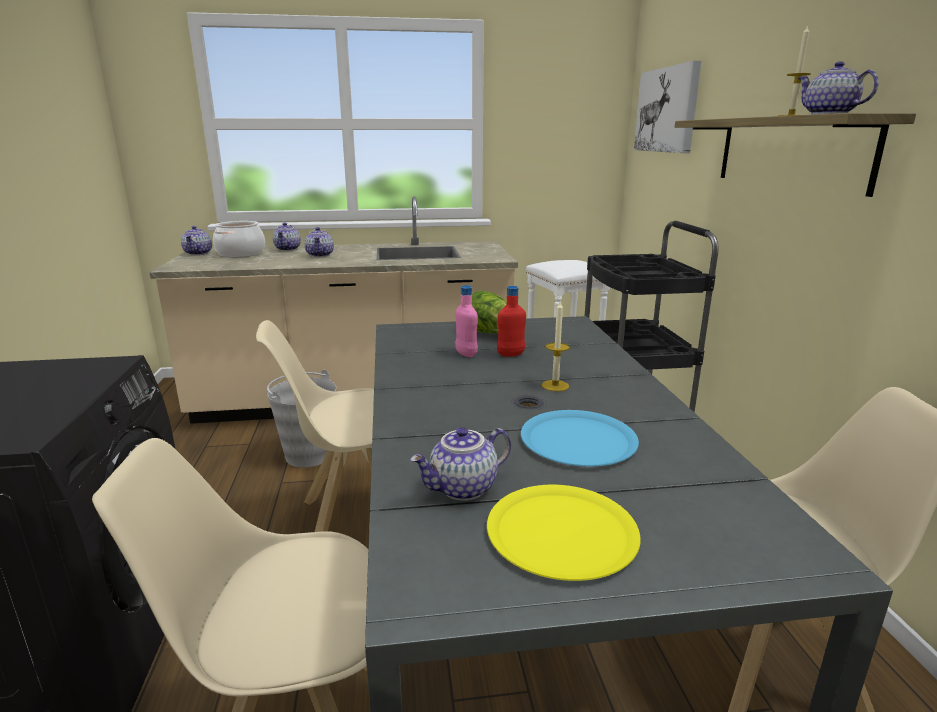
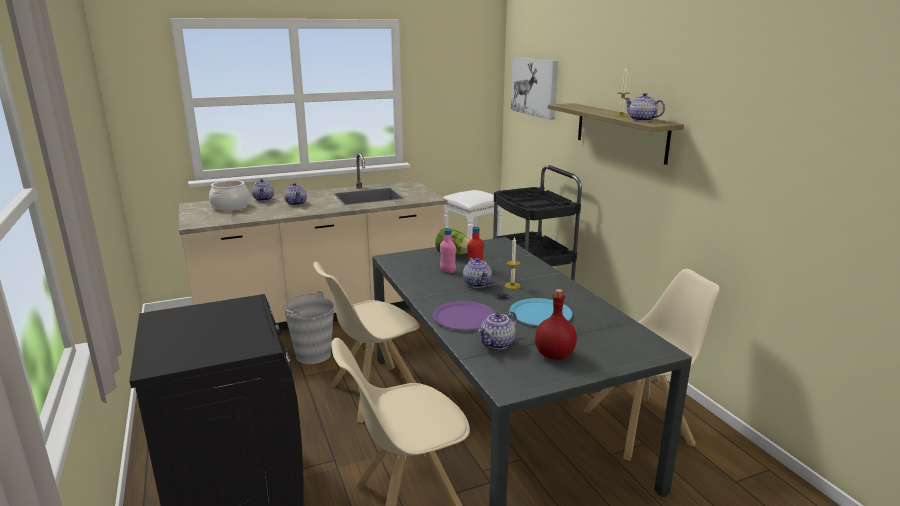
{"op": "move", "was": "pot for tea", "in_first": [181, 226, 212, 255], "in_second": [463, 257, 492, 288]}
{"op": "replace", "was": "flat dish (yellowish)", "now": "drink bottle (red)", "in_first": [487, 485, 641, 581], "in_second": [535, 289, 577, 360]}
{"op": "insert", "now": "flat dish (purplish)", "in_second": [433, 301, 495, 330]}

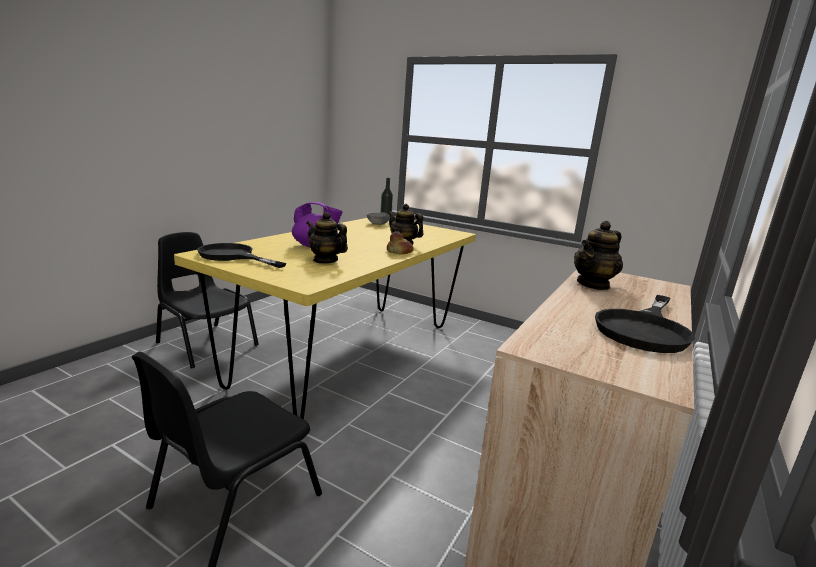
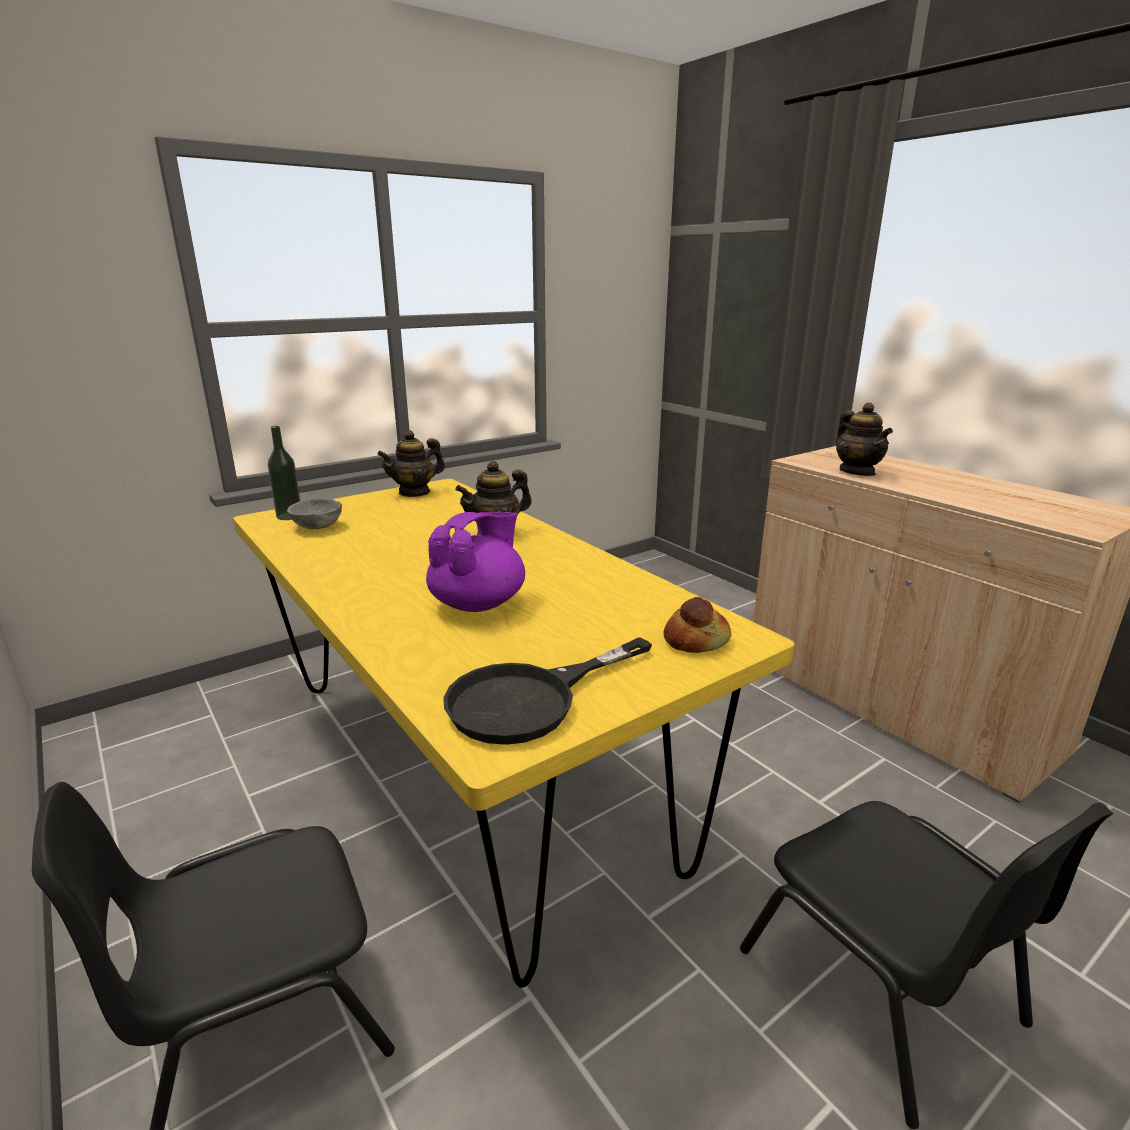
{"op": "move", "was": "pot for tea", "in_first": [306, 212, 348, 264], "in_second": [377, 430, 445, 497]}
{"op": "move", "was": "bread", "in_first": [387, 231, 414, 254], "in_second": [664, 597, 731, 653]}
{"op": "delete", "was": "skillet (black)", "in_first": [595, 295, 695, 353]}

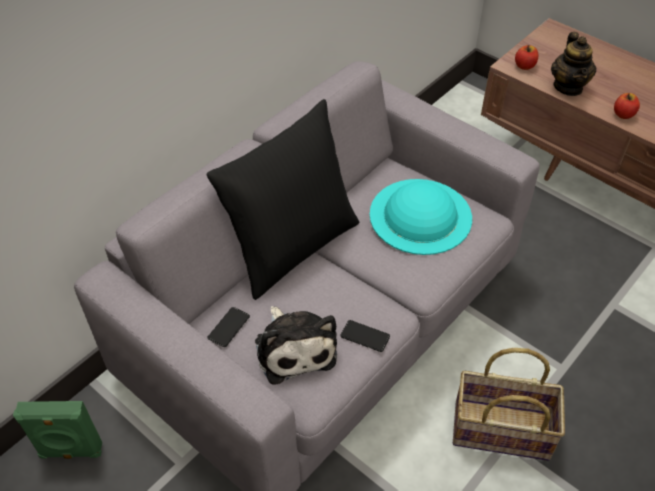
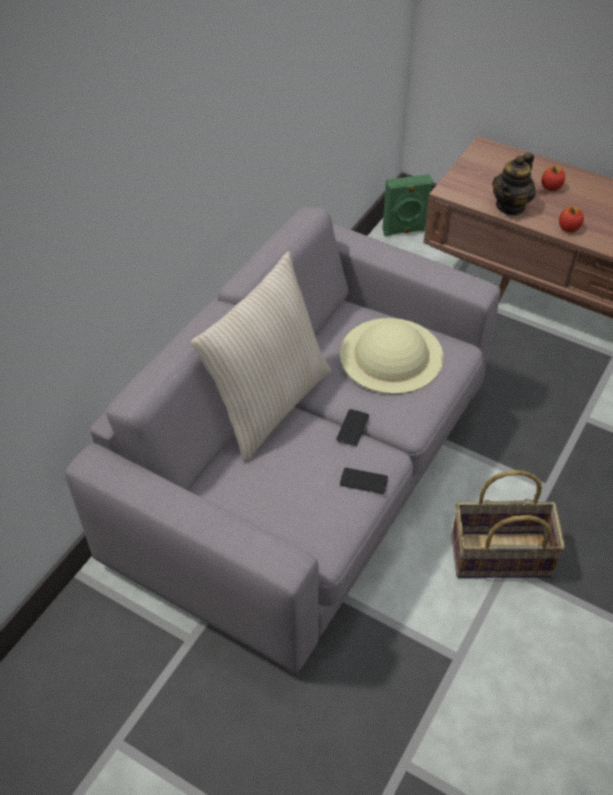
{"op": "move", "was": "speaker (green-coloured)", "in_first": [13, 401, 102, 459], "in_second": [383, 174, 433, 236]}
{"op": "recolor", "was": "throw pillow (black)", "now": "throw pillow (sand-coloured)", "in_first": [207, 99, 359, 300], "in_second": [191, 252, 331, 462]}
{"op": "move", "was": "handset", "in_first": [208, 307, 250, 347], "in_second": [336, 409, 369, 446]}
{"op": "delete", "was": "plush toy", "in_first": [255, 306, 337, 385]}
{"op": "recolor", "was": "hat (blue-green)", "now": "hat (sand-coloured)", "in_first": [370, 179, 472, 255], "in_second": [340, 318, 444, 394]}
{"op": "move", "was": "apple fruit", "in_first": [515, 45, 538, 70], "in_second": [541, 166, 565, 191]}
{"op": "rotate", "was": "pot for tea", "in_first": [551, 32, 597, 96], "in_second": [492, 153, 536, 216], "clockwise": 45}

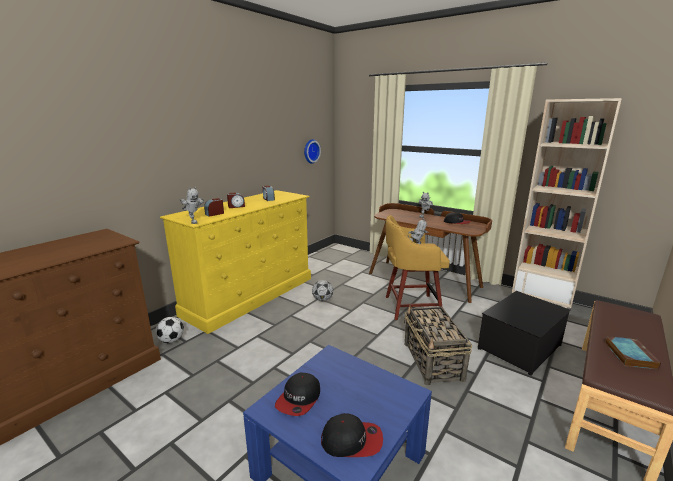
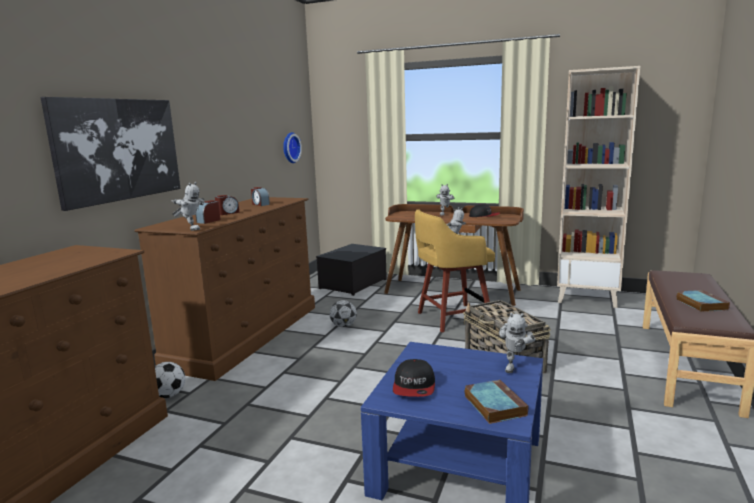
{"op": "recolor", "was": "chest of drawers (yellowish)", "now": "chest of drawers (brown)", "in_first": [160, 190, 311, 334], "in_second": [135, 197, 315, 381]}
{"op": "replace", "was": "baseball cap", "now": "bound book", "in_first": [321, 413, 383, 457], "in_second": [465, 379, 528, 424]}
{"op": "move", "was": "storage bin", "in_first": [478, 291, 571, 376], "in_second": [316, 244, 387, 296]}
{"op": "insert", "now": "wall art", "in_second": [41, 97, 181, 211]}
{"op": "insert", "now": "toy robot", "in_second": [499, 313, 536, 373]}

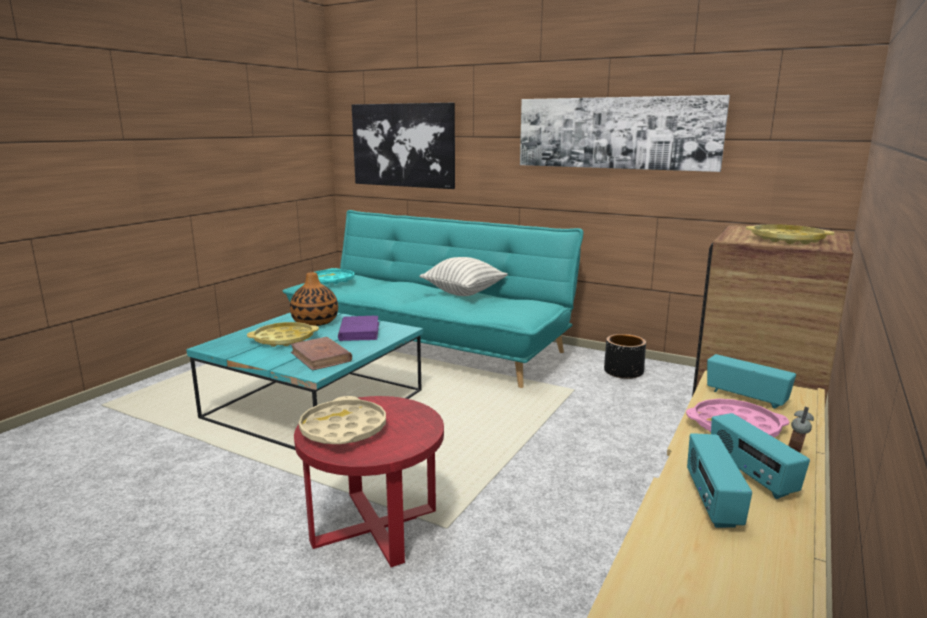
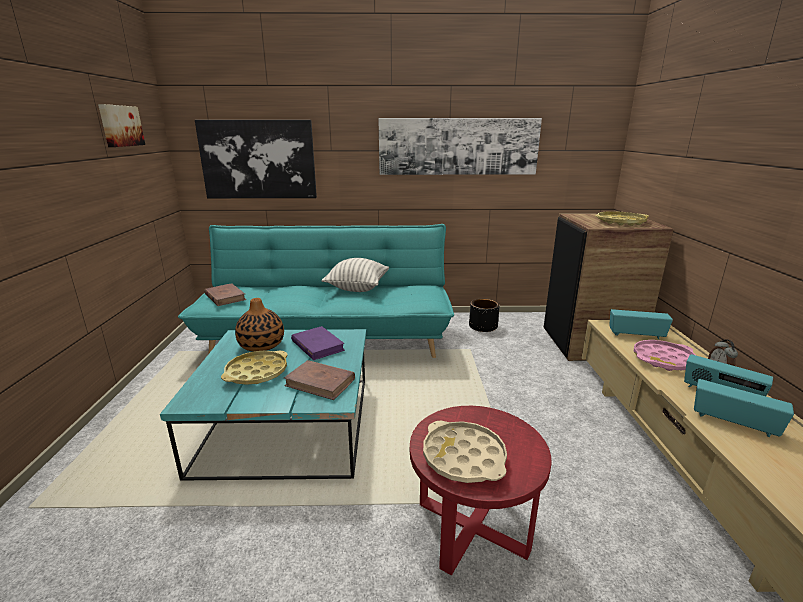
{"op": "replace", "was": "carrying tray (blue-green)", "now": "bound book (brown)", "in_first": [315, 268, 354, 284], "in_second": [204, 283, 246, 306]}
{"op": "rotate", "was": "radio", "in_first": [687, 433, 752, 528], "in_second": [694, 379, 794, 437], "clockwise": 150}
{"op": "insert", "now": "wall art", "in_second": [98, 104, 145, 147]}

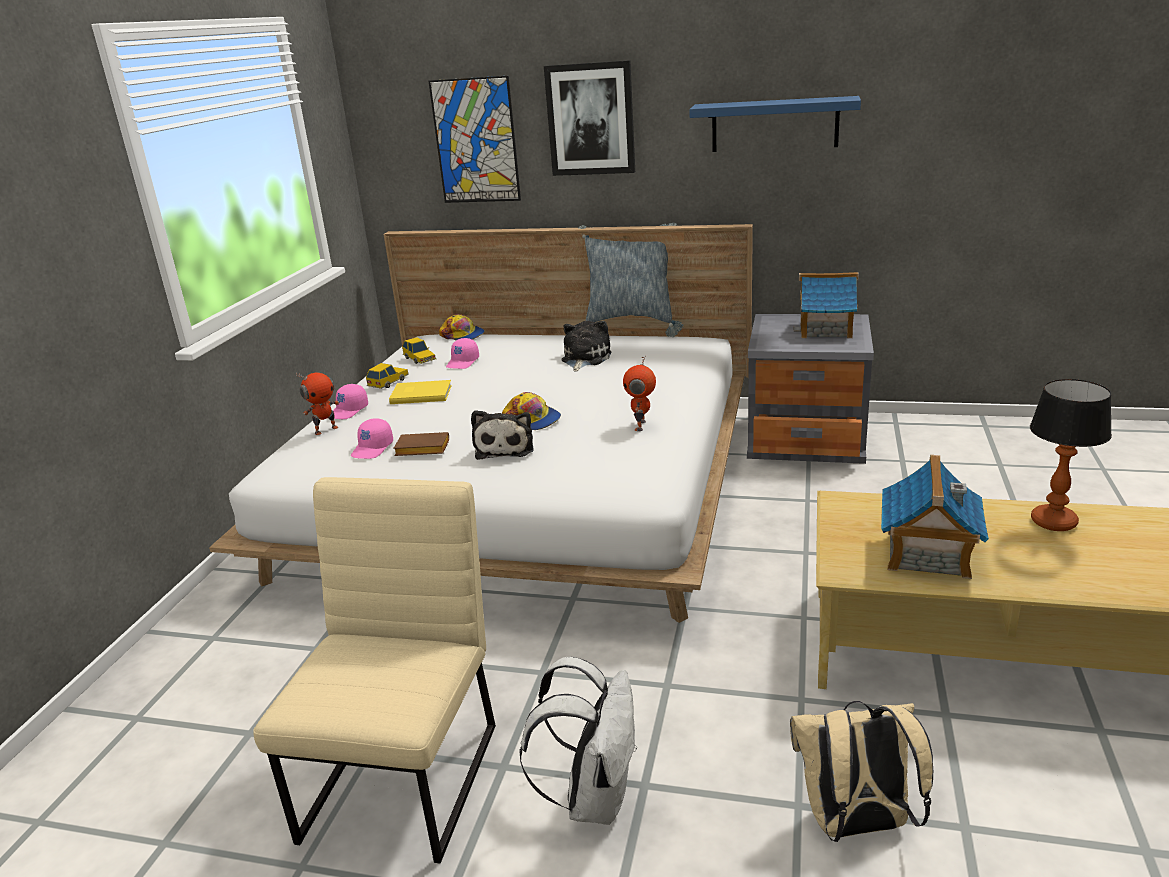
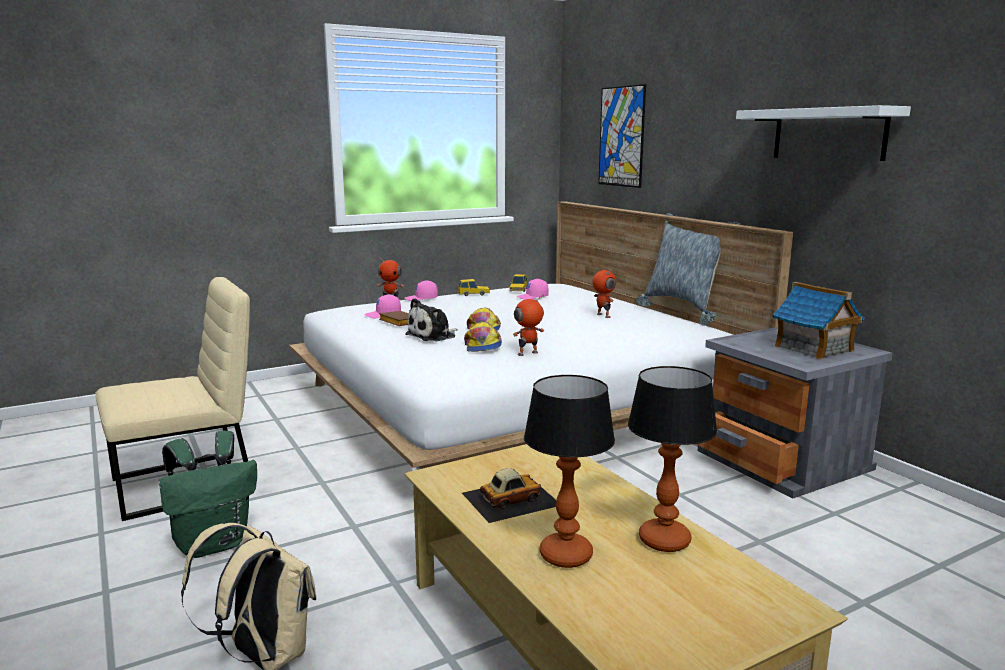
{"op": "delete", "was": "bound book (yellowish)", "in_first": [389, 380, 452, 404]}
{"op": "move", "was": "baseball cap", "in_first": [439, 314, 485, 340], "in_second": [464, 322, 502, 352]}
{"op": "recolor", "was": "knapsack (white-coloured)", "now": "knapsack (green-coloured)", "in_first": [519, 657, 637, 825], "in_second": [159, 430, 257, 558]}
{"op": "delete", "was": "wall art", "in_first": [544, 60, 635, 176]}
{"op": "replace", "was": "plush toy", "now": "toy robot", "in_first": [562, 321, 612, 372], "in_second": [592, 269, 616, 318]}
{"op": "recolor", "was": "bracket shelf (bluish)", "now": "bracket shelf (white-coloured)", "in_first": [689, 96, 861, 152], "in_second": [736, 105, 911, 161]}
{"op": "replace", "was": "toy house", "now": "model car", "in_first": [881, 455, 989, 579], "in_second": [462, 468, 556, 523]}
{"op": "insert", "now": "tabletop lamp", "in_second": [524, 375, 615, 568]}

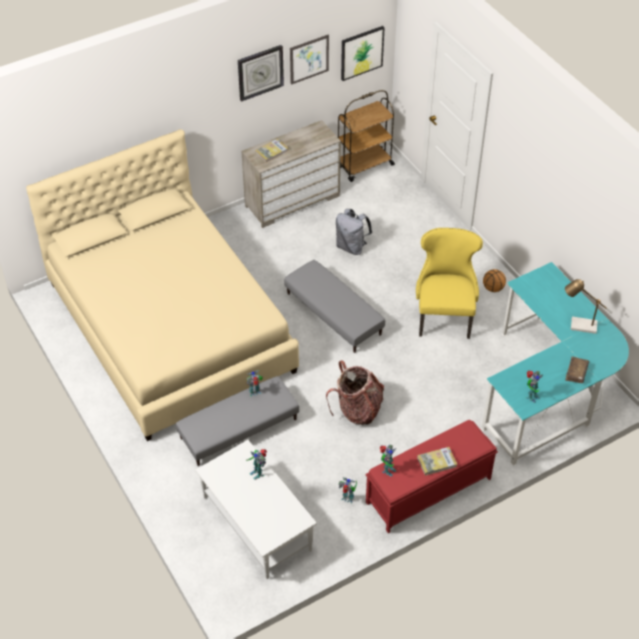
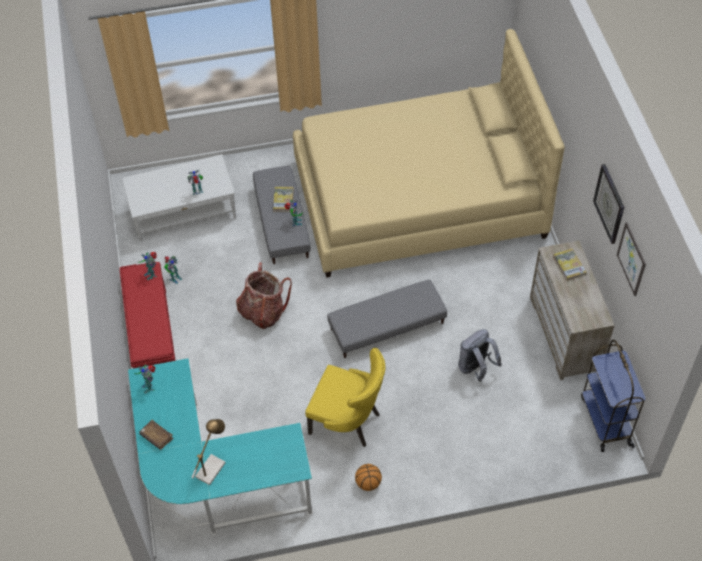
{"op": "recolor", "was": "wheeled cart (brown)", "now": "wheeled cart (bluish)", "in_first": [338, 90, 395, 182], "in_second": [581, 340, 646, 452]}
{"op": "delete", "was": "wall art", "in_first": [341, 26, 385, 81]}
{"op": "move", "was": "bound book", "in_first": [417, 447, 457, 476], "in_second": [273, 187, 294, 212]}

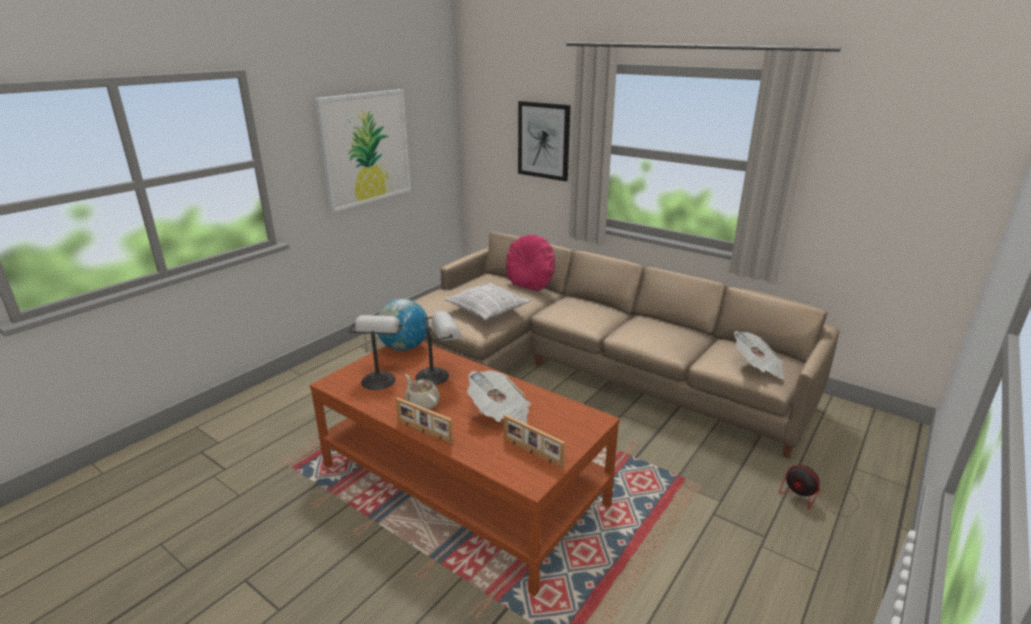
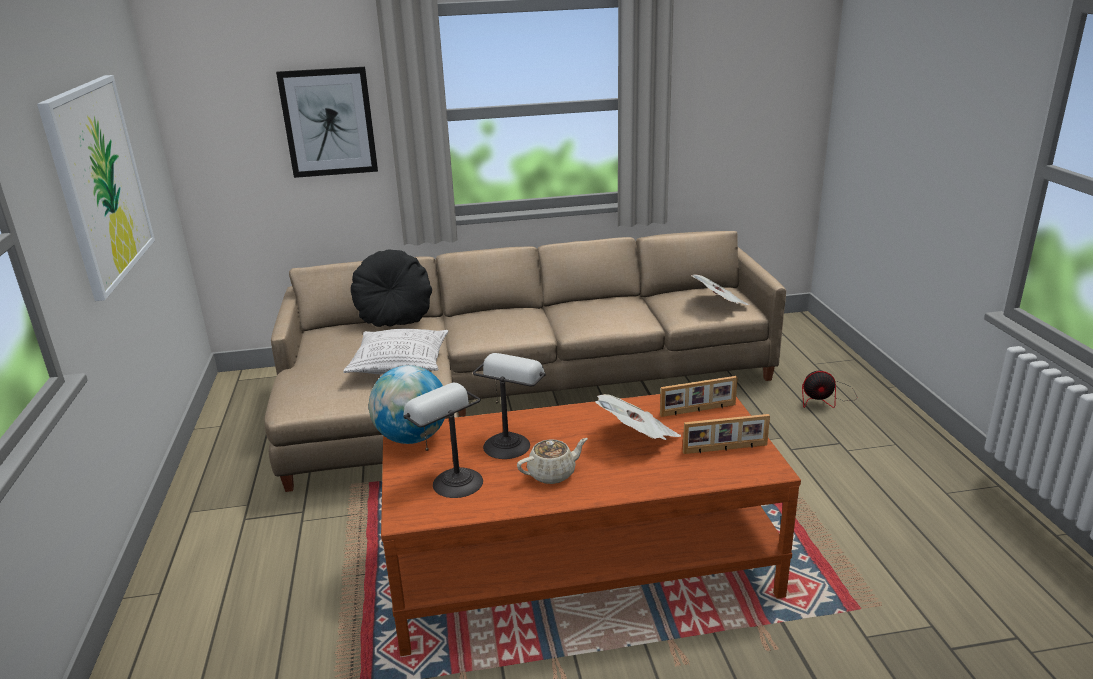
{"op": "move", "was": "picture frame", "in_first": [396, 397, 453, 444], "in_second": [660, 376, 738, 417]}
{"op": "rotate", "was": "pot for tea (sand-coloured)", "in_first": [404, 374, 440, 410], "in_second": [517, 438, 588, 484], "clockwise": 150}
{"op": "recolor", "was": "throw pillow (pink)", "now": "throw pillow (black)", "in_first": [506, 234, 555, 291], "in_second": [351, 250, 432, 327]}

